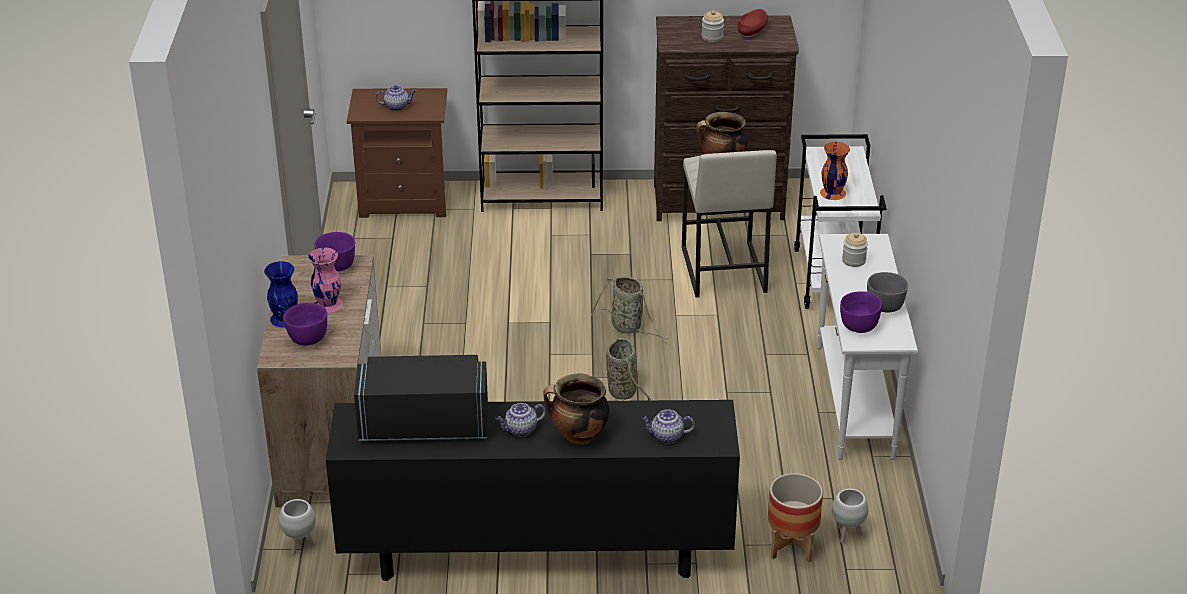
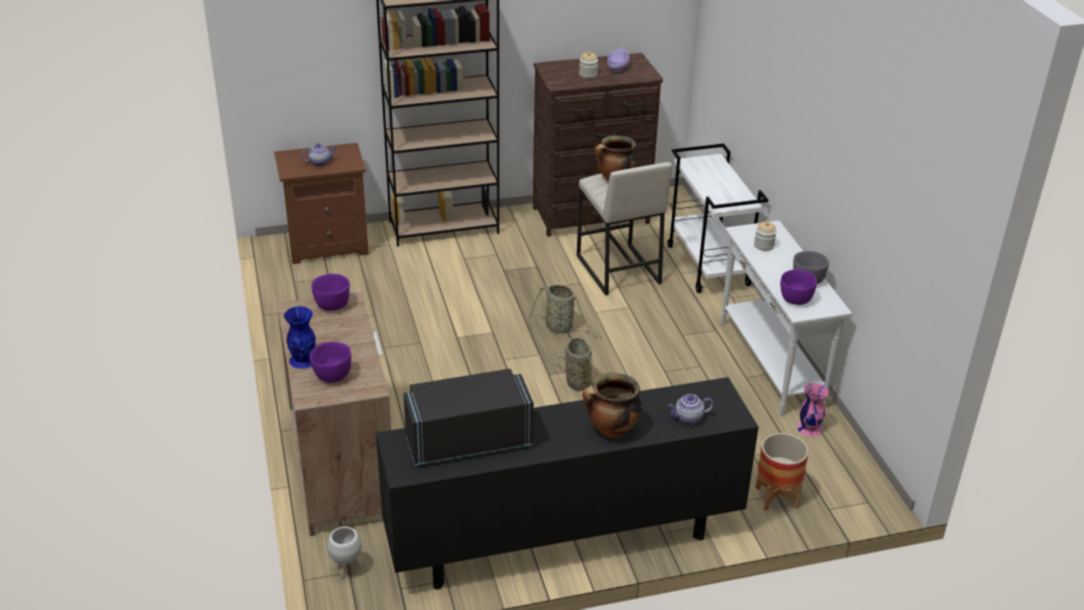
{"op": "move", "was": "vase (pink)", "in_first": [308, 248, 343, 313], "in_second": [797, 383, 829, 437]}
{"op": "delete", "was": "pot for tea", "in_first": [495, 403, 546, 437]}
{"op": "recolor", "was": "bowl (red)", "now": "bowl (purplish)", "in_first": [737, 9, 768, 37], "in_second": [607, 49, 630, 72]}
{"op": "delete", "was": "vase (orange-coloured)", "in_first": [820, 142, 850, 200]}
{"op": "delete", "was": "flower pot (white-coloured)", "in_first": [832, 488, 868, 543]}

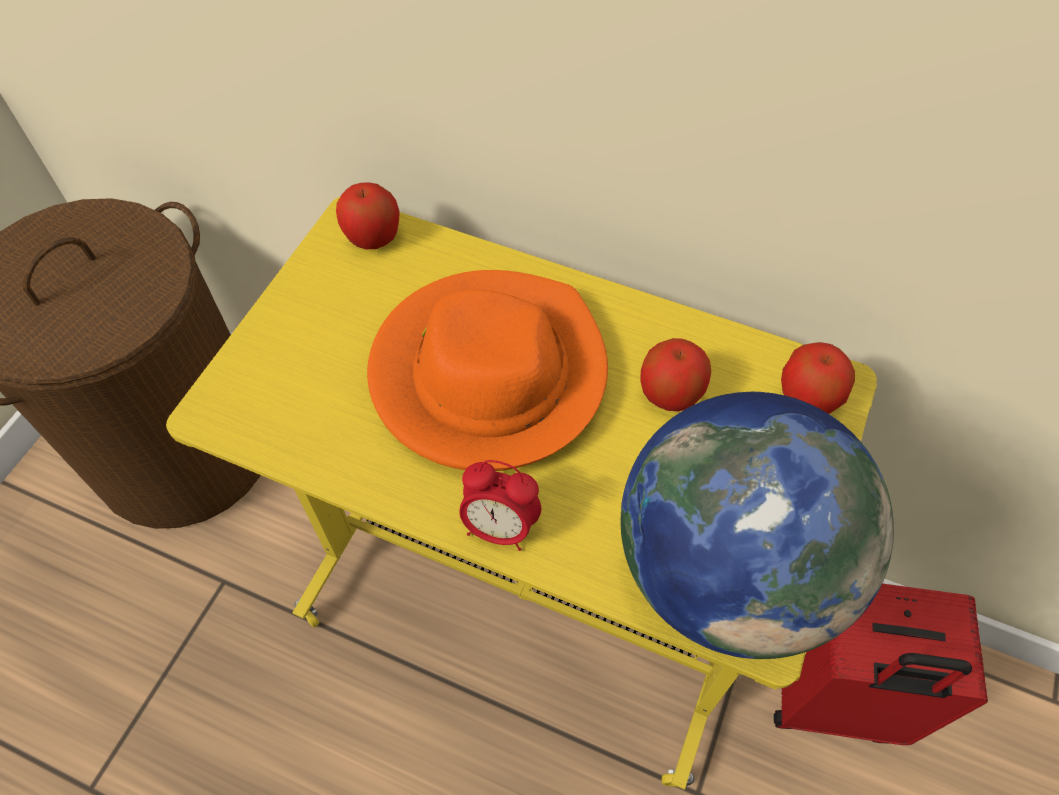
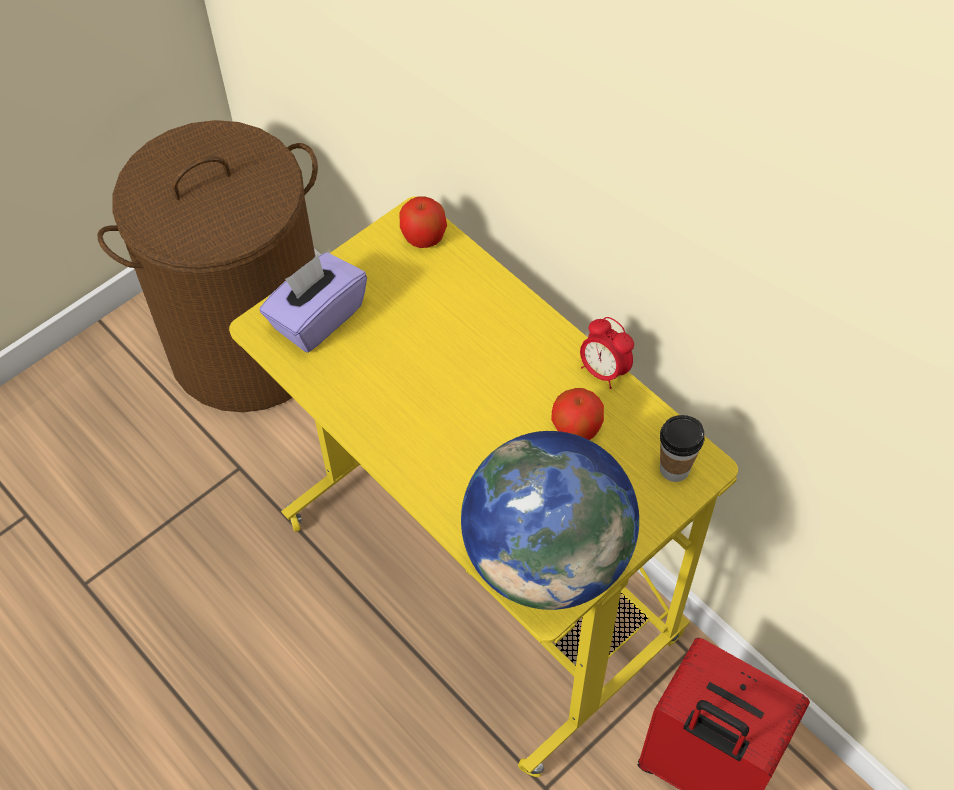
{"op": "delete", "was": "hat (orange-coloured)", "in_first": [367, 270, 608, 471]}
{"op": "move", "was": "bedside clock", "in_first": [460, 460, 541, 551], "in_second": [580, 317, 634, 389]}
{"op": "replace", "was": "apple fruit", "now": "cup", "in_first": [781, 342, 855, 414], "in_second": [660, 415, 705, 482]}
{"op": "insert", "now": "tissue holder (purplish)", "in_second": [259, 252, 367, 352]}

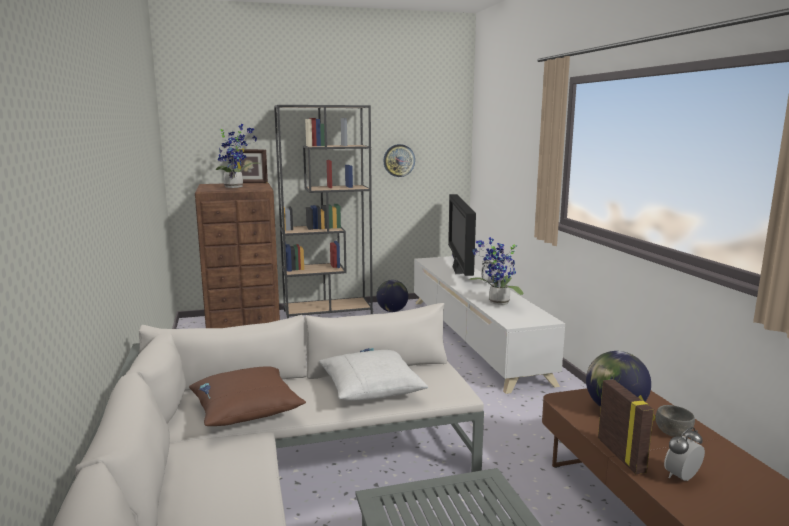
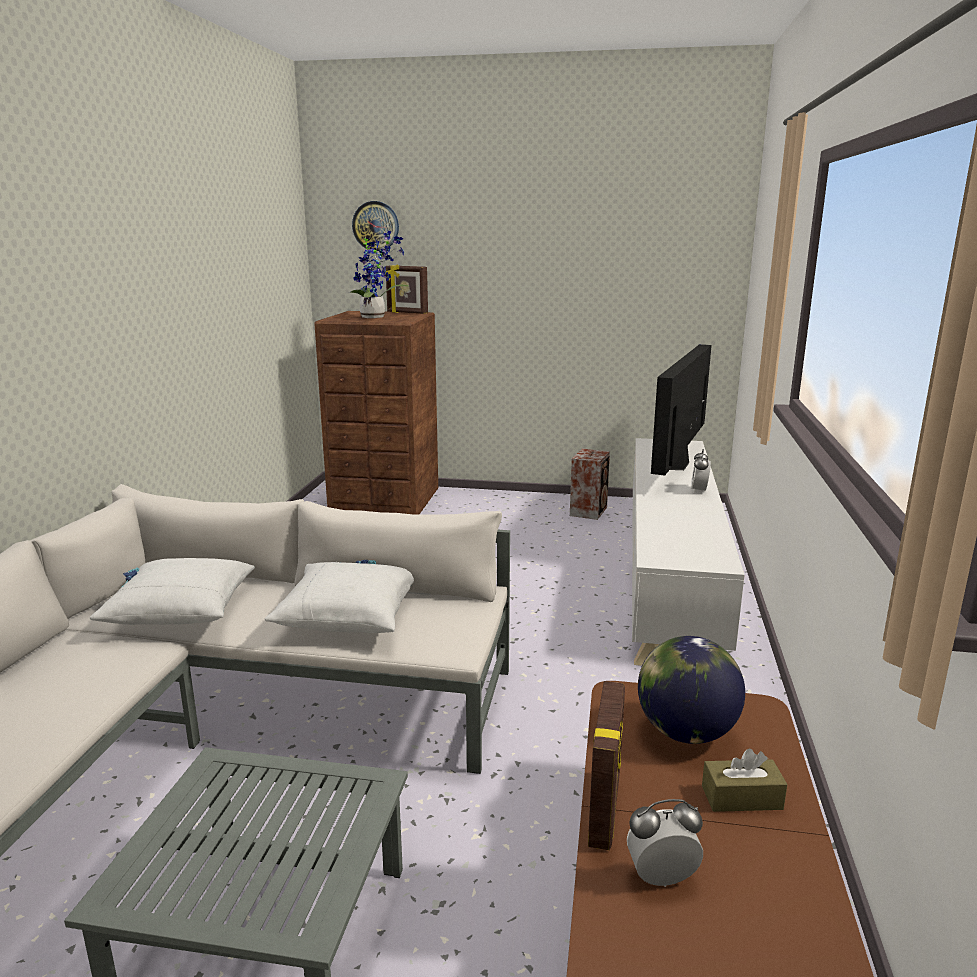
{"op": "recolor", "was": "throw pillow (brown)", "now": "throw pillow (grey)", "in_first": [189, 366, 306, 426], "in_second": [90, 558, 255, 625]}
{"op": "delete", "was": "bookshelf", "in_first": [274, 105, 373, 319]}
{"op": "replace", "was": "world globe", "now": "speaker", "in_first": [376, 280, 408, 312], "in_second": [570, 449, 610, 520]}
{"op": "move", "was": "wall clock", "in_first": [383, 144, 415, 177], "in_second": [352, 201, 399, 251]}
{"op": "delete", "was": "houseplant", "in_first": [469, 237, 523, 305]}
{"op": "replace", "was": "bowl (grey)", "now": "tissue holder (brown)", "in_first": [656, 405, 695, 437], "in_second": [702, 748, 787, 812]}

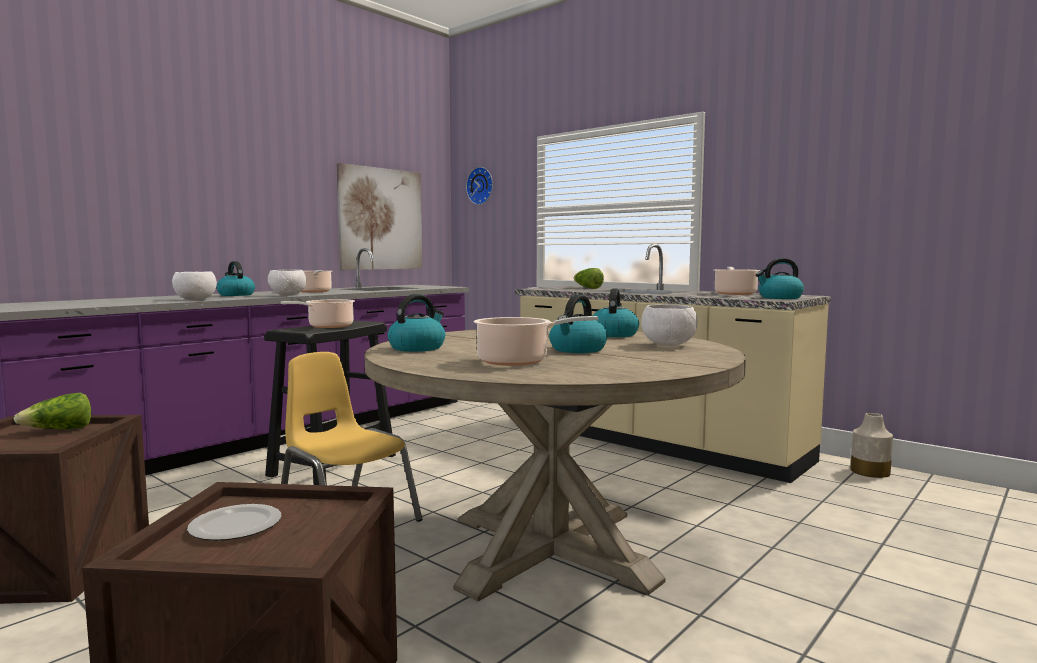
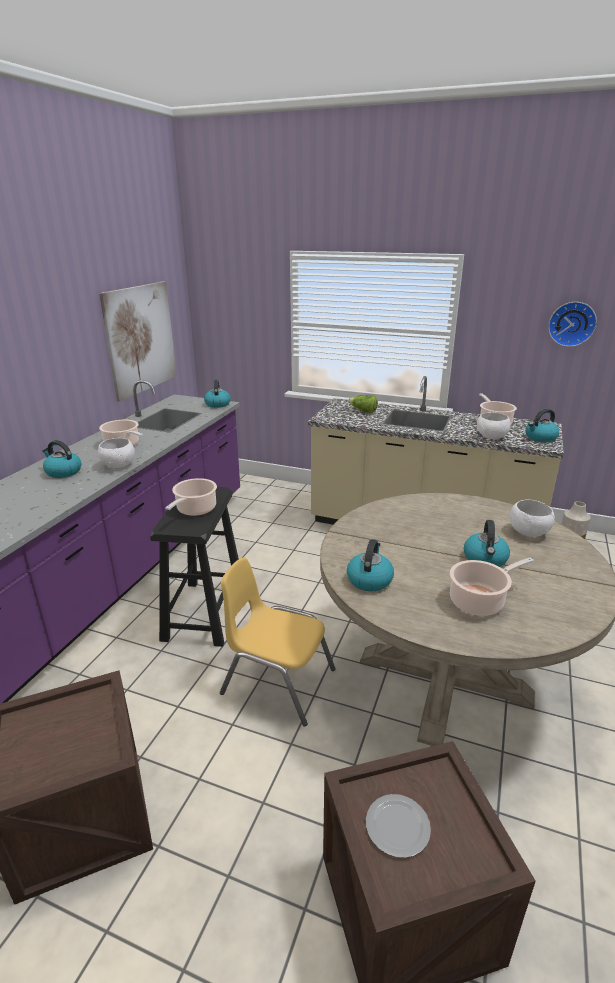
{"op": "delete", "was": "lettuce", "in_first": [13, 393, 91, 429]}
{"op": "move", "was": "bowl (white-coloured)", "in_first": [172, 272, 217, 300], "in_second": [477, 412, 511, 439]}
{"op": "move", "was": "wall clock", "in_first": [466, 167, 493, 205], "in_second": [548, 302, 597, 347]}
{"op": "move", "was": "water kettle", "in_first": [593, 288, 639, 337], "in_second": [204, 380, 231, 408]}

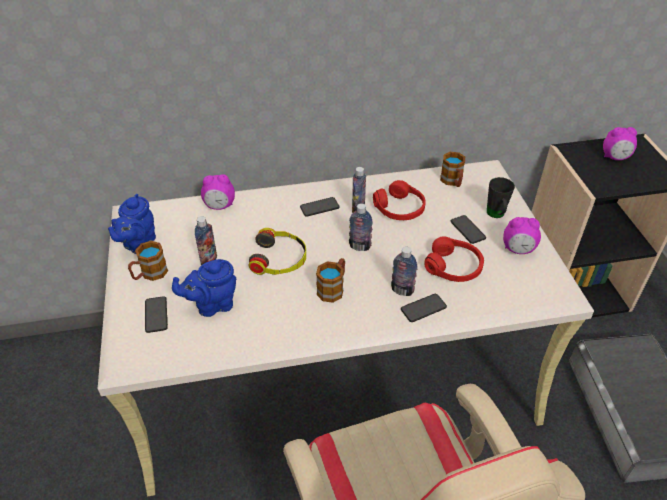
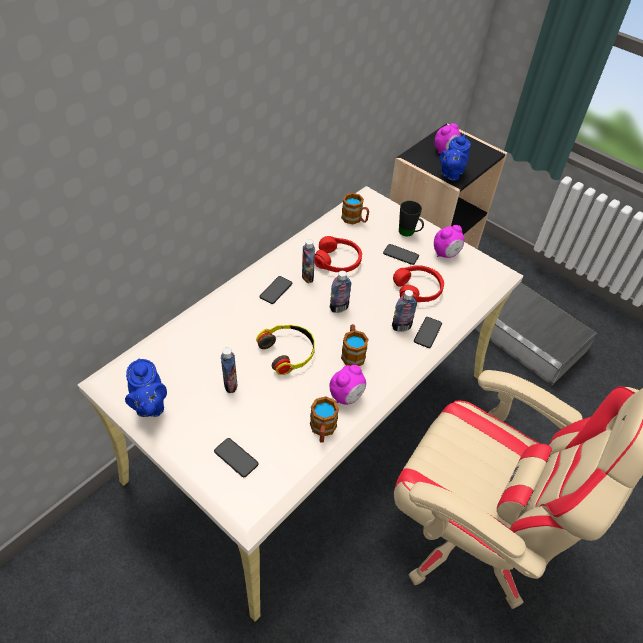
{"op": "move", "was": "coffee mug", "in_first": [128, 241, 168, 281], "in_second": [310, 396, 339, 443]}
{"op": "move", "was": "pot for tea (bluish)", "in_first": [172, 259, 236, 317], "in_second": [440, 134, 471, 181]}
{"op": "move", "was": "bedside clock", "in_first": [201, 174, 235, 210], "in_second": [330, 365, 366, 405]}

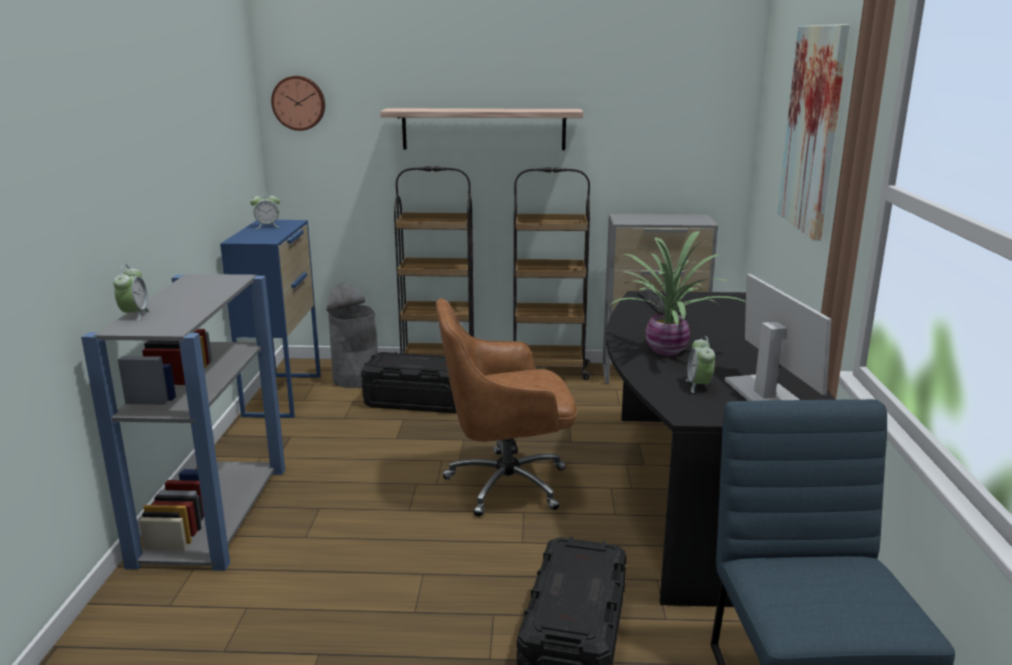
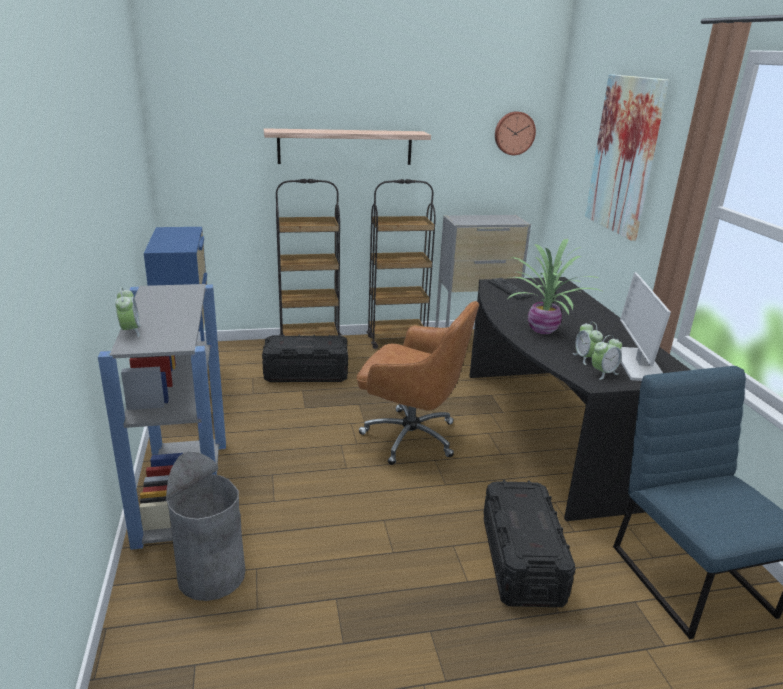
{"op": "move", "was": "bedside clock", "in_first": [250, 191, 280, 229], "in_second": [592, 335, 622, 380]}
{"op": "move", "was": "wall clock", "in_first": [271, 76, 325, 131], "in_second": [495, 111, 536, 155]}
{"op": "move", "was": "waste bin (grey)", "in_first": [327, 283, 378, 388], "in_second": [166, 452, 245, 601]}
{"op": "rotate", "was": "office chair (brown)", "in_first": [436, 298, 577, 517], "in_second": [357, 301, 479, 465], "clockwise": -135}
{"op": "rotate", "was": "computer screen", "in_first": [725, 274, 831, 401], "in_second": [620, 272, 671, 381], "clockwise": -150}

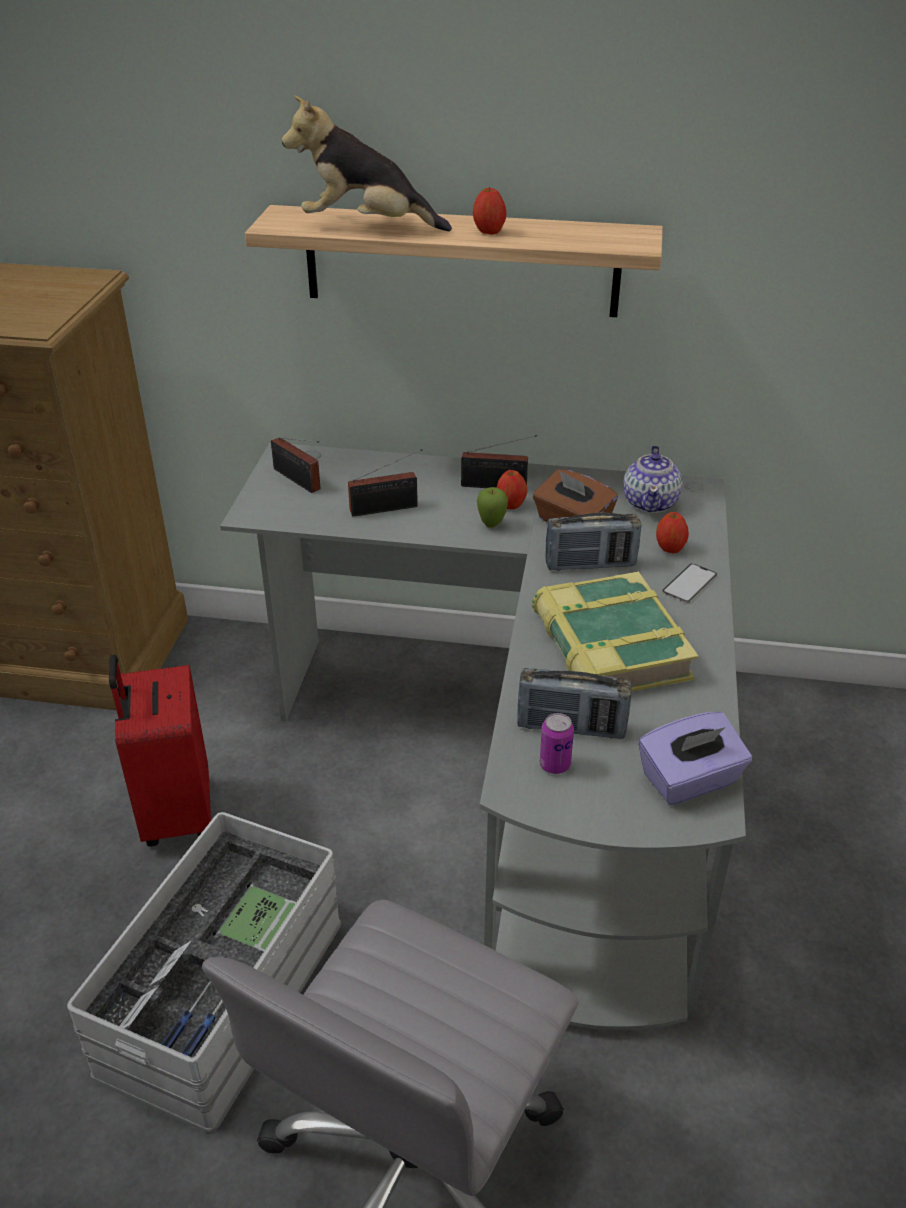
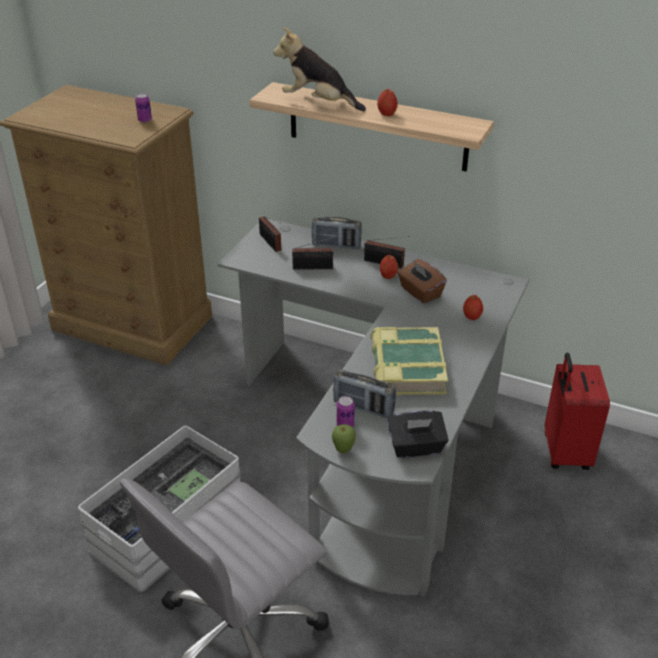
{"op": "move", "was": "piece of luggage (red)", "in_first": [109, 655, 211, 847], "in_second": [545, 353, 610, 470]}
{"op": "move", "was": "apple fruit", "in_first": [477, 487, 508, 528], "in_second": [332, 424, 356, 453]}
{"op": "move", "was": "radio", "in_first": [545, 512, 641, 571], "in_second": [312, 217, 362, 249]}
{"op": "delete", "was": "pot for tea", "in_first": [623, 446, 682, 513]}
{"op": "recolor", "was": "tissue holder (purplish)", "now": "tissue holder (black)", "in_first": [638, 712, 752, 805], "in_second": [387, 411, 449, 458]}
{"op": "delete", "was": "handset", "in_first": [662, 563, 717, 603]}
{"op": "insert", "now": "metal can", "in_second": [135, 93, 152, 123]}

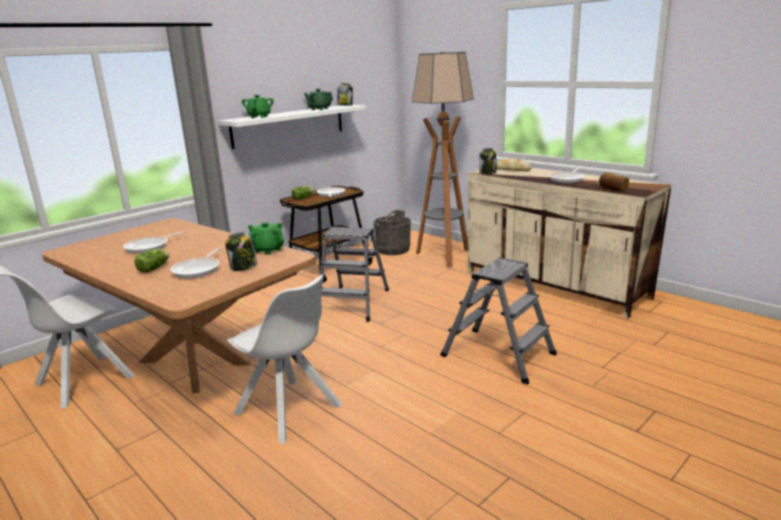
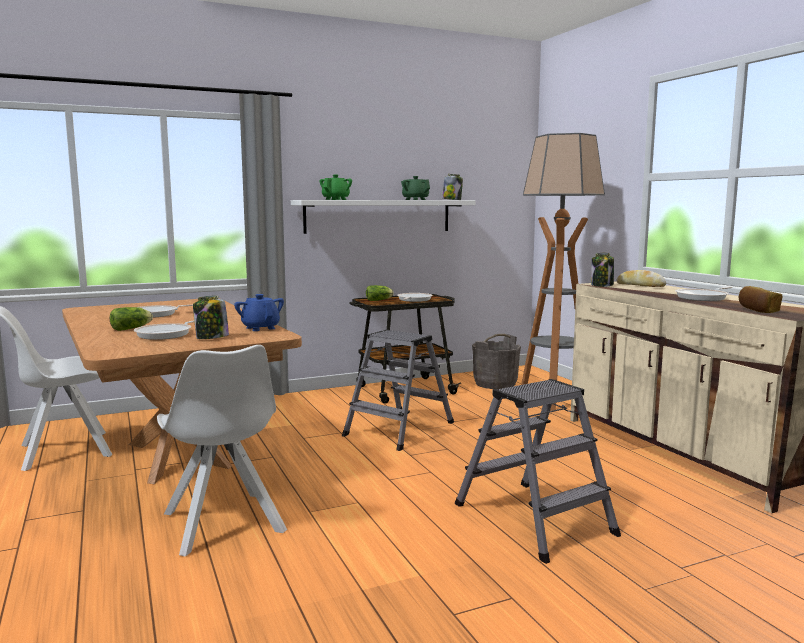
{"op": "recolor", "was": "pot for tea (green-coloured)", "now": "pot for tea (bluish)", "in_first": [248, 222, 284, 255], "in_second": [234, 294, 284, 331]}

